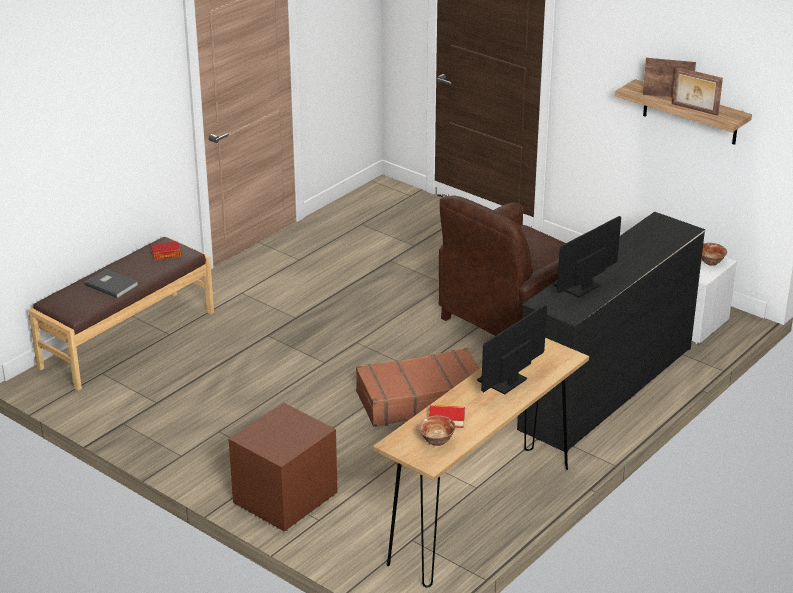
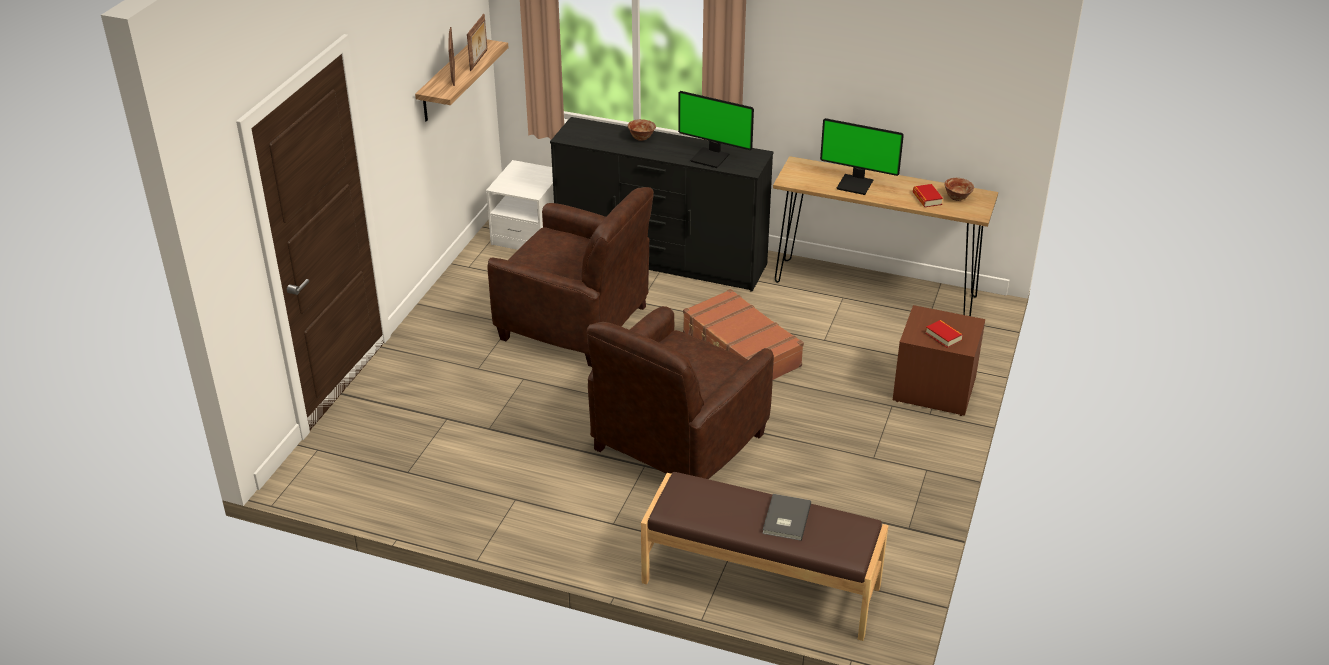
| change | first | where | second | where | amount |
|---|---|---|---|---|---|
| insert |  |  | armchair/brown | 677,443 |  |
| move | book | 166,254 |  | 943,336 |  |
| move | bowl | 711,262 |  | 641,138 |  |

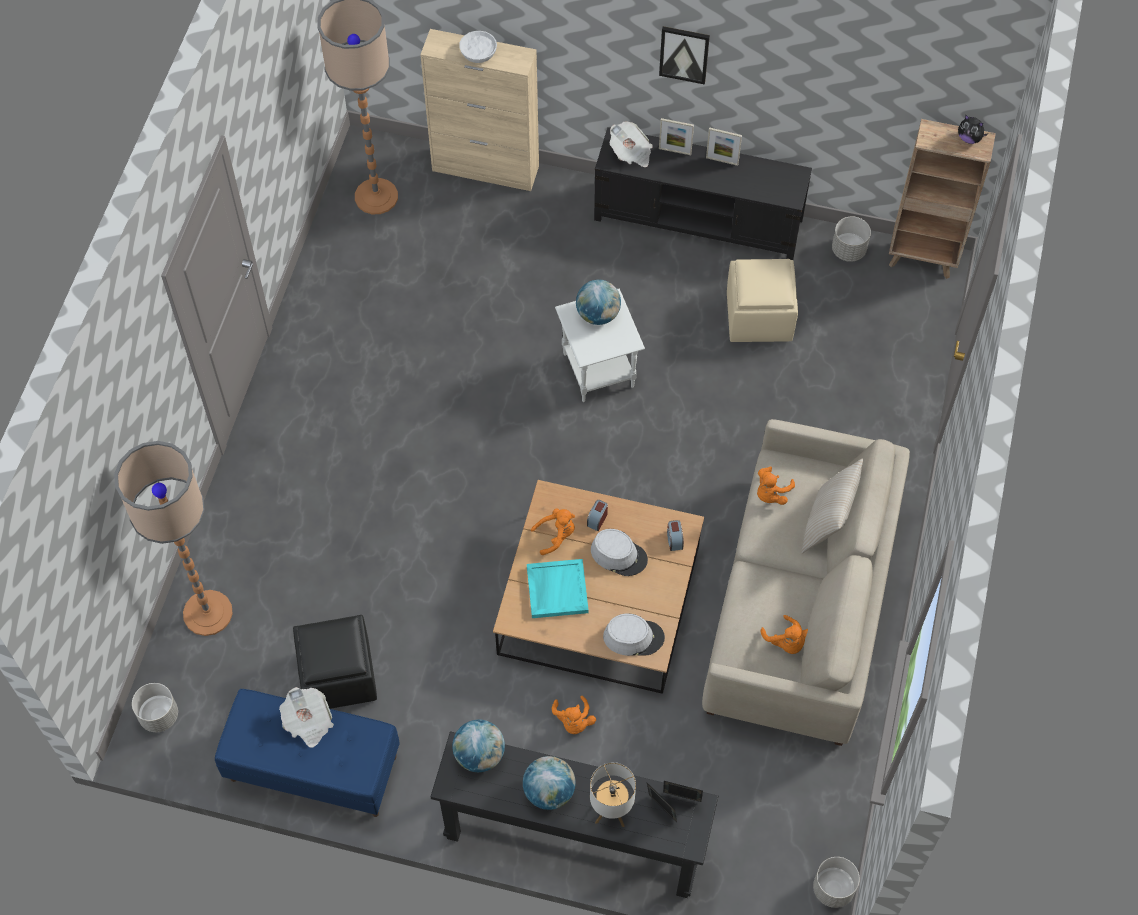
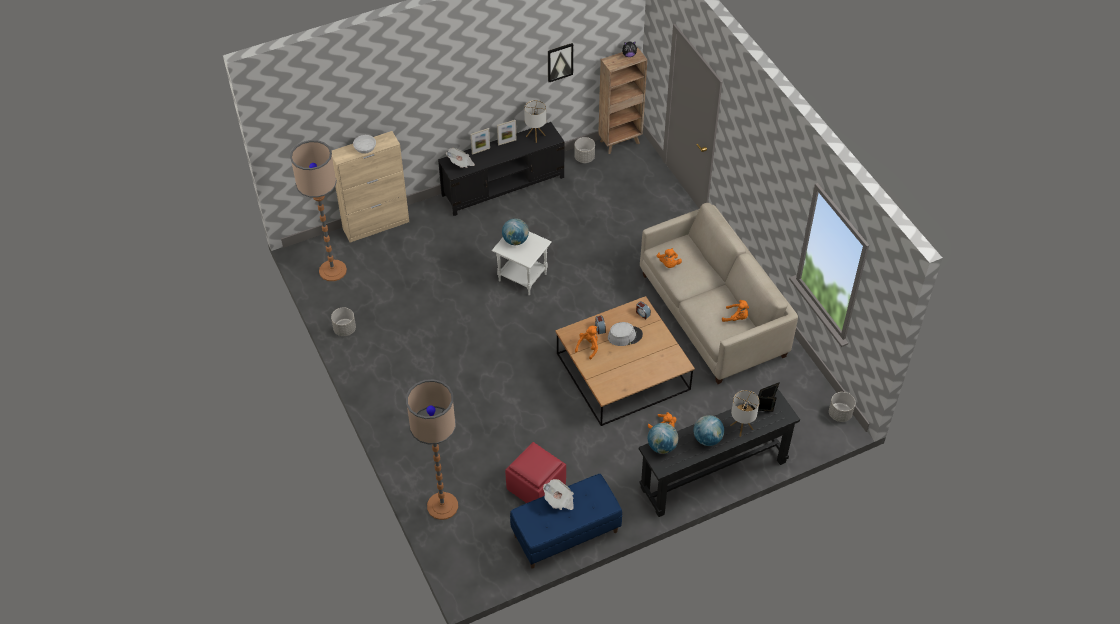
| change | first | where | second | where | amount |
|---|---|---|---|---|---|
| delete | tray/turquoise | 556,589 |  |  |  |
| delete | hat/grey | 633,637 |  |  |  |
| delete | ottoman/beige | 759,317 |  |  |  |
| delete | pillow/beige | 827,523 |  |  |  |
| insert |  |  | table lamp | 535,136 |  |
| move | planter/grey | 159,715 |  | 344,329 |  |
| move | picture | 684,54 |  | 560,62 |  |
| recolor | ottoman/black | 337,675 | ottoman/red | 535,487 |  |

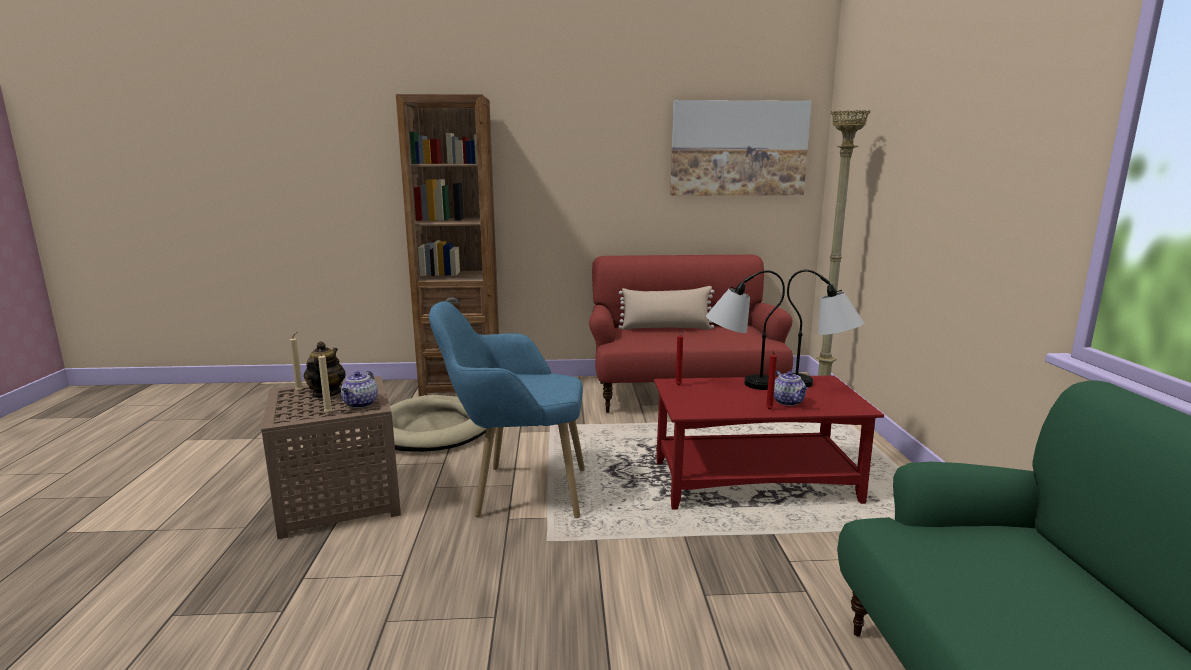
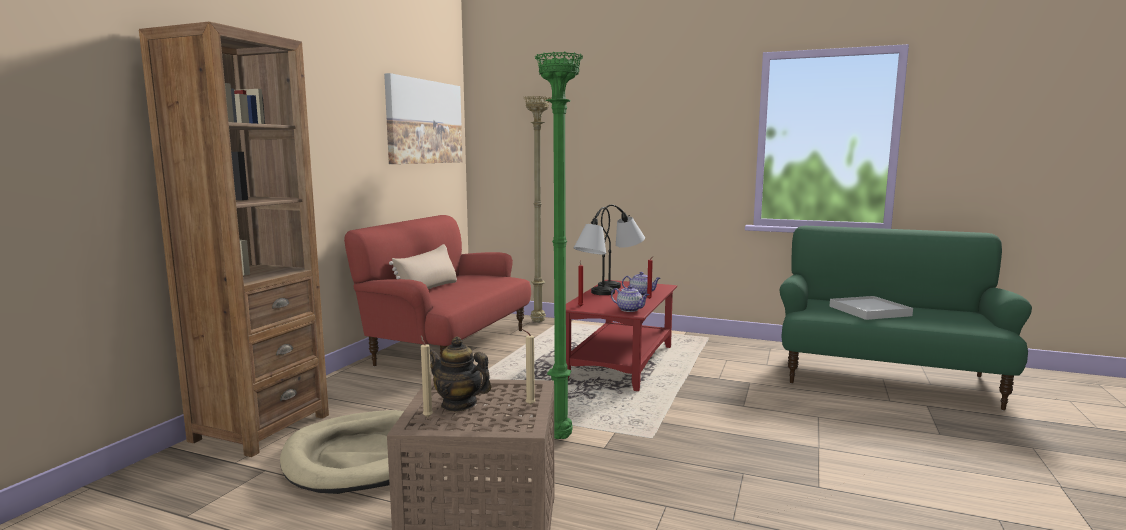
| change | first | where | second | where | amount |
|---|---|---|---|---|---|
| insert |  |  | tray/white | 869,311 |  |
| move | teapot | 360,404 |  | 630,310 |  |
| replace | armchair/blue | 515,491 | floor lamp/green | 558,438 |  |

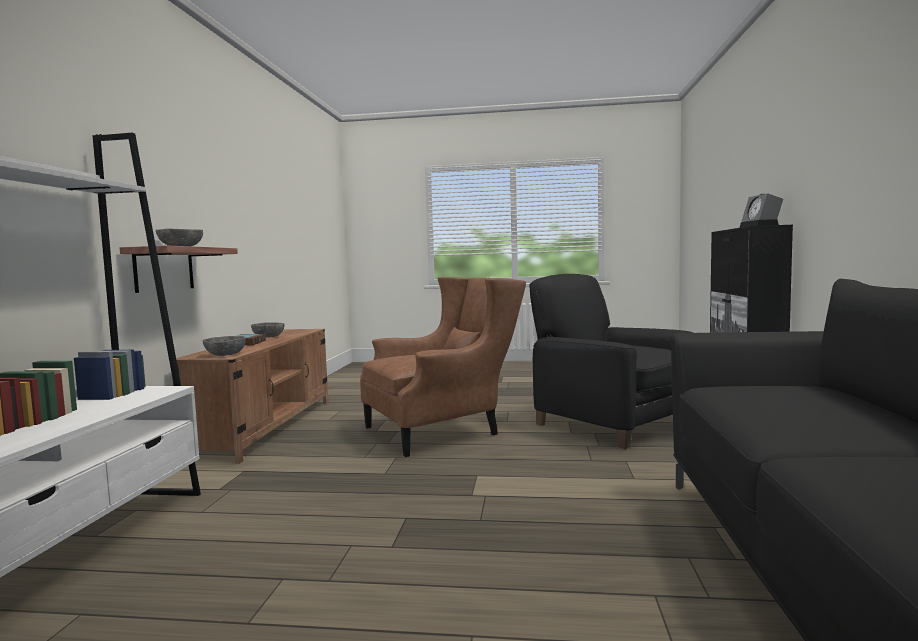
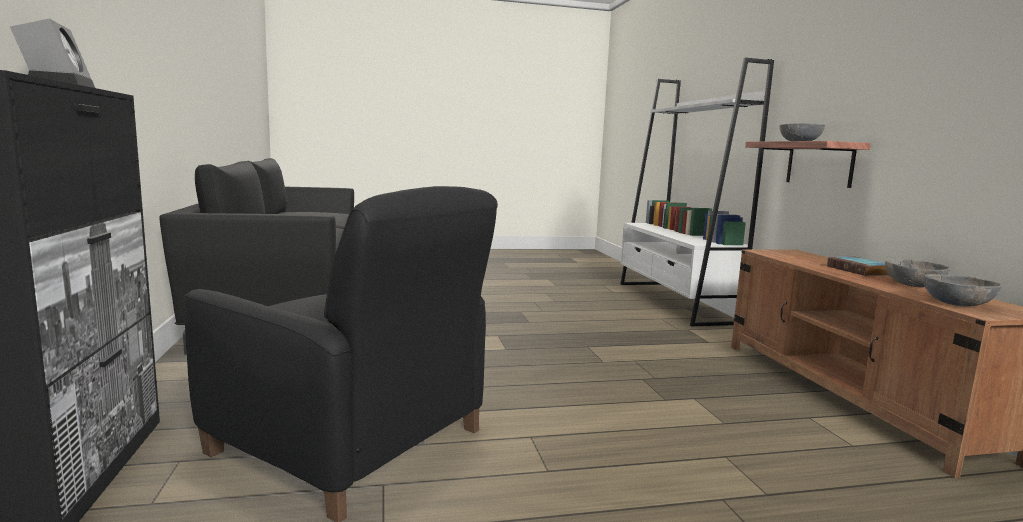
| change | first | where | second | where | amount |
|---|---|---|---|---|---|
| delete | armchair/brown | 443,430 |  |  |  |
| move | bowl/grey | 225,354 |  | 957,304 |  |

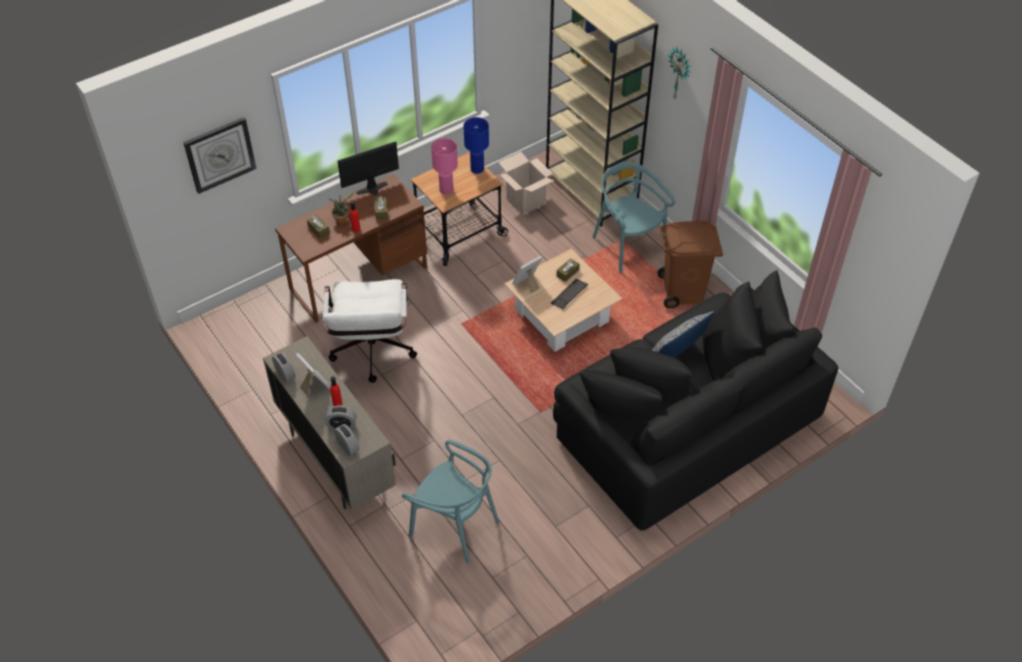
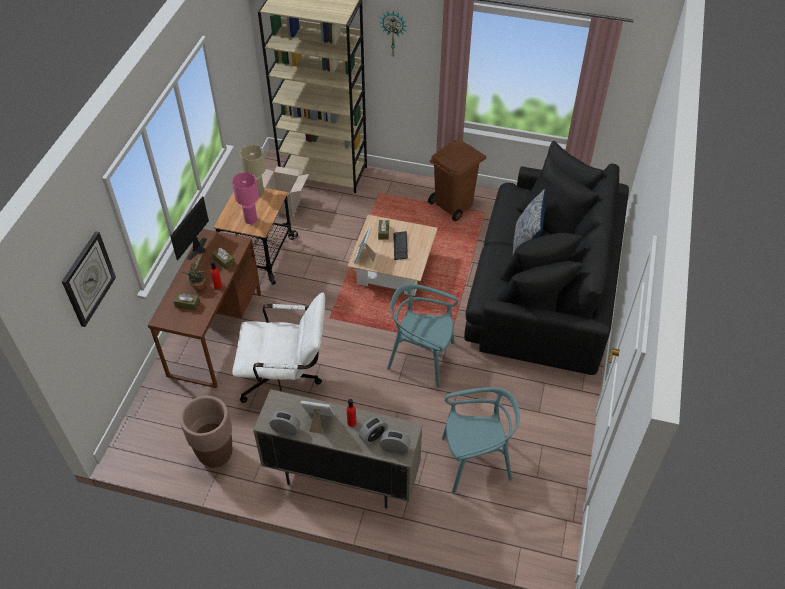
| change | first | where | second | where | amount |
|---|---|---|---|---|---|
| insert |  |  | planter/brown | 215,454 |  |
| move | chair/turquoise | 627,245 |  | 421,358 |  |
| recolor | table lamp/blue | 477,169 | table lamp/beige | 258,192 |  |
| rotate | office chair/white | 372,355 |  | 287,383 | 45 degrees counterclockwise |

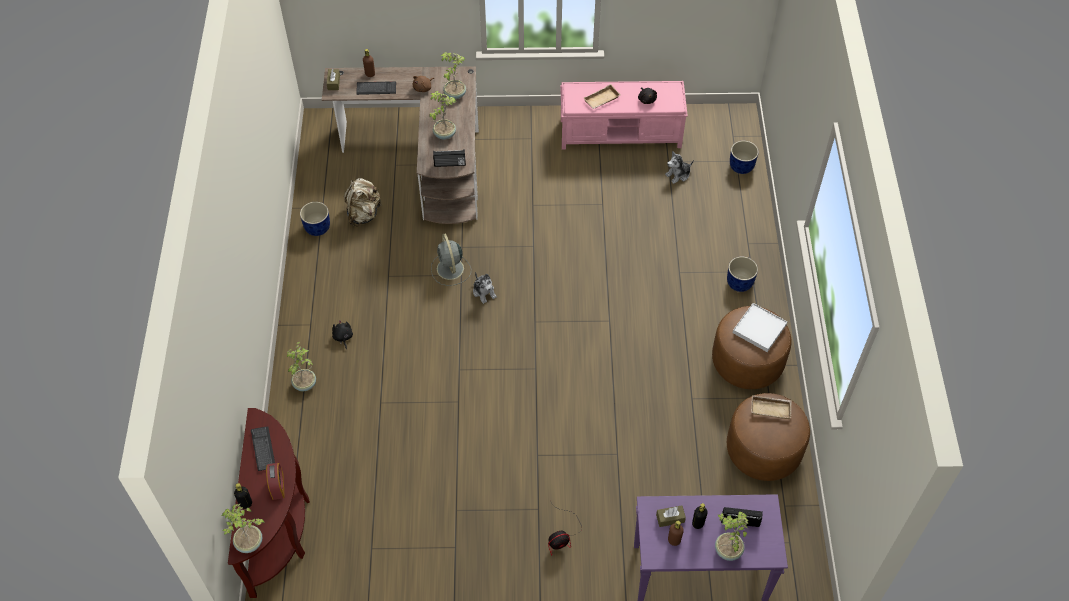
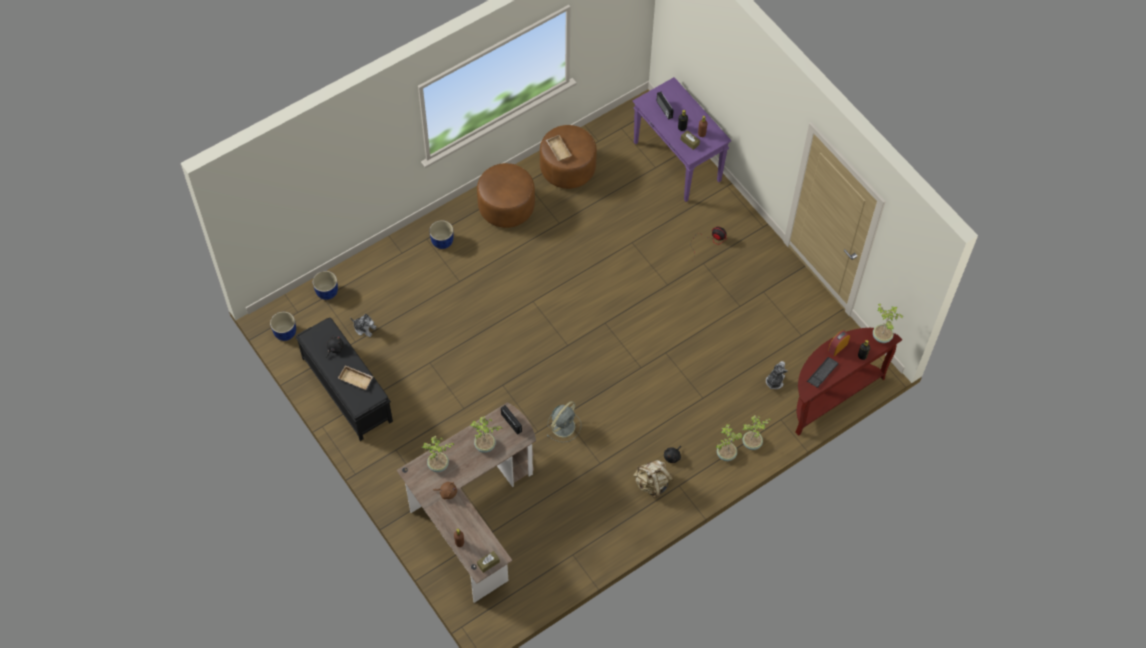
| change | first | where | second | where | amount |
|---|---|---|---|---|---|
| delete | keyboard | 376,89 |  |  |  |
| delete | tray/white | 759,328 |  |  |  |
| move | planter/blue | 317,227 |  | 285,333 |  |
| move | backpack/beige | 363,214 |  | 652,484 |  |
| move | plush toy | 484,292 |  | 774,381 |  |
| move | potted plant | 727,550 |  | 752,443 |  |
| recolor | bench/pink | 621,133 | bench/black | 346,389 |  |

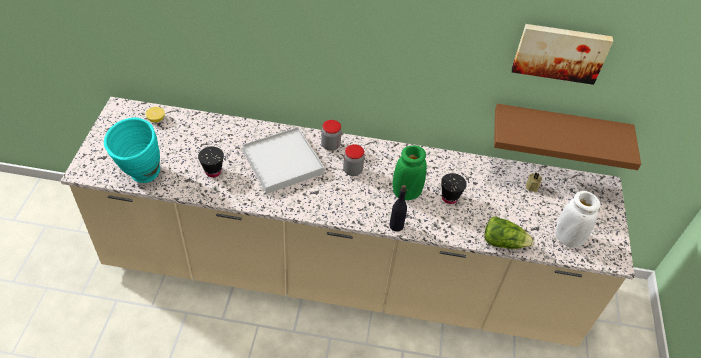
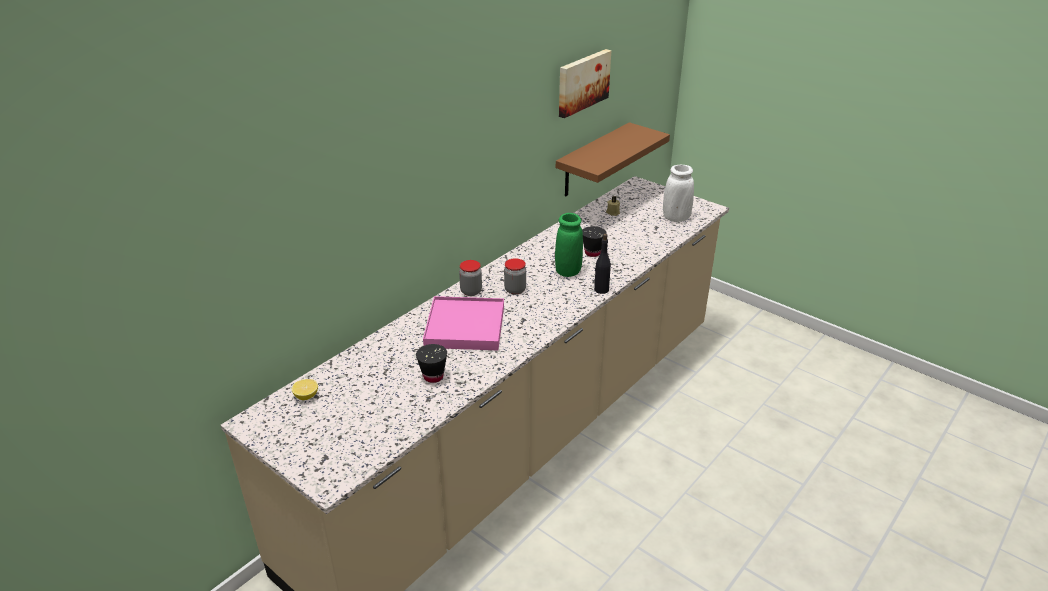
| change | first | where | second | where | amount |
|---|---|---|---|---|---|
| delete | vase/turquoise | 140,177 |  |  |  |
| delete | lettuce | 503,242 |  |  |  |
| recolor | tray/white | 283,162 | tray/pink | 465,326 |  |

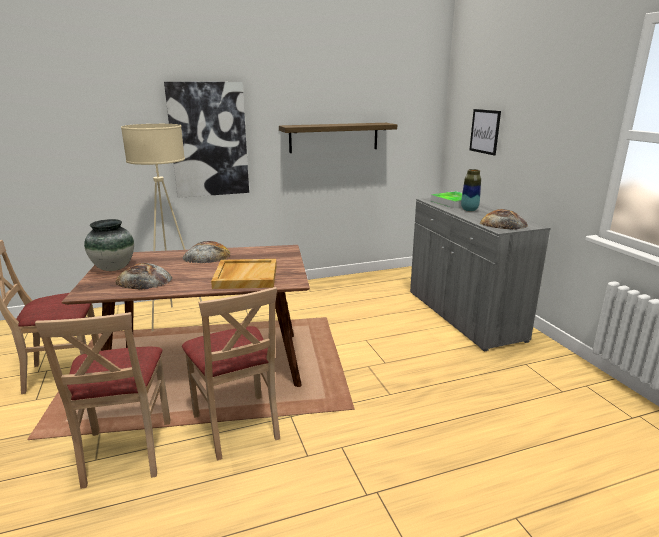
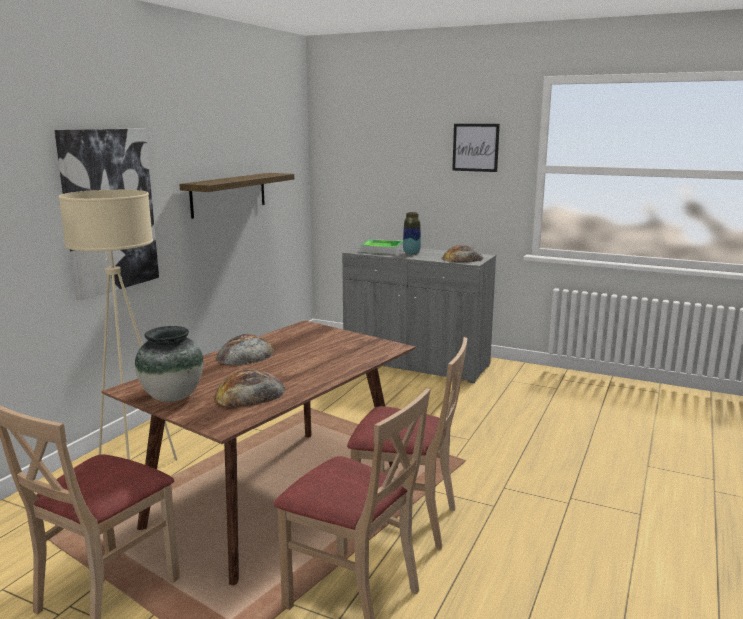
| change | first | where | second | where | amount |
|---|---|---|---|---|---|
| delete | tray/beige | 245,276 |  |  |  |
| move | picture | 485,131 |  | 475,147 |  |

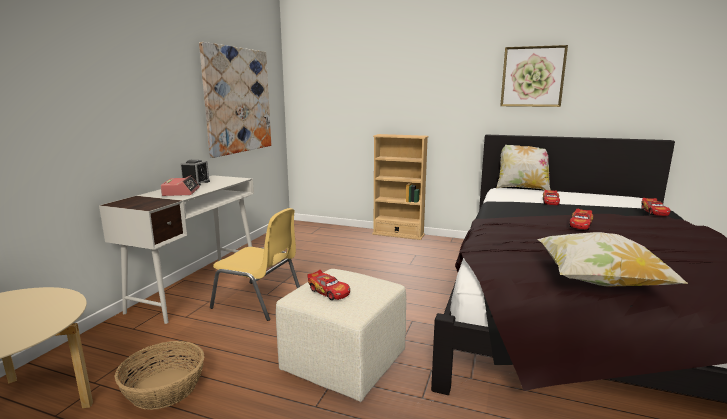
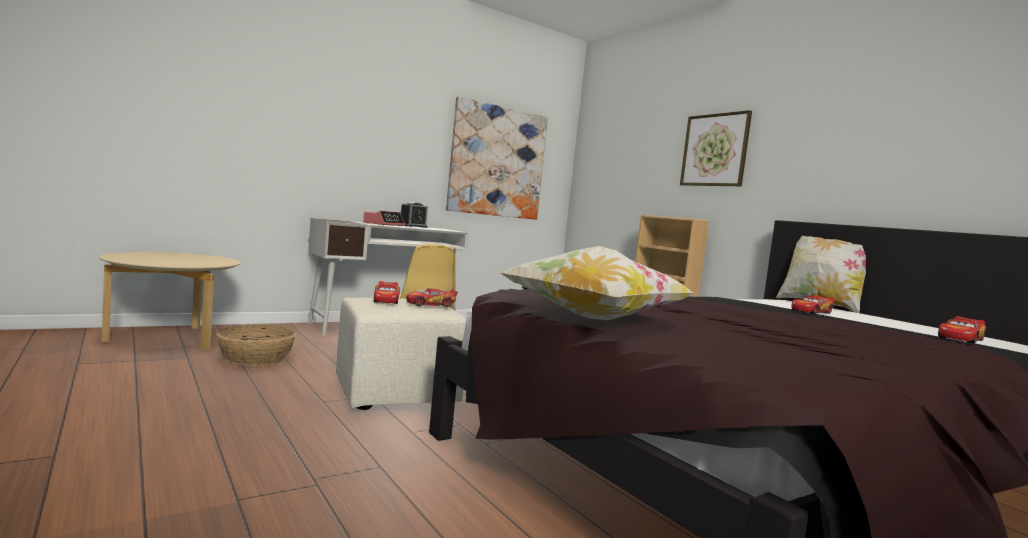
| change | first | where | second | where | amount |
|---|---|---|---|---|---|
| move | picture | 532,77 |  | 715,150 |  |
| move | toy car | 580,225 |  | 430,304 |  |

